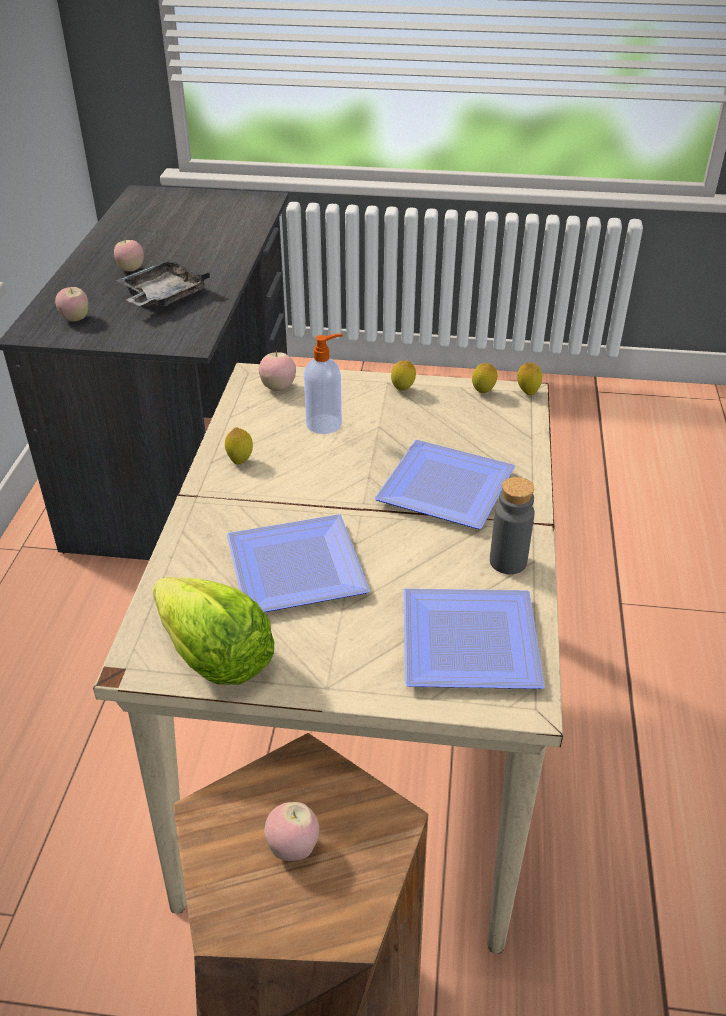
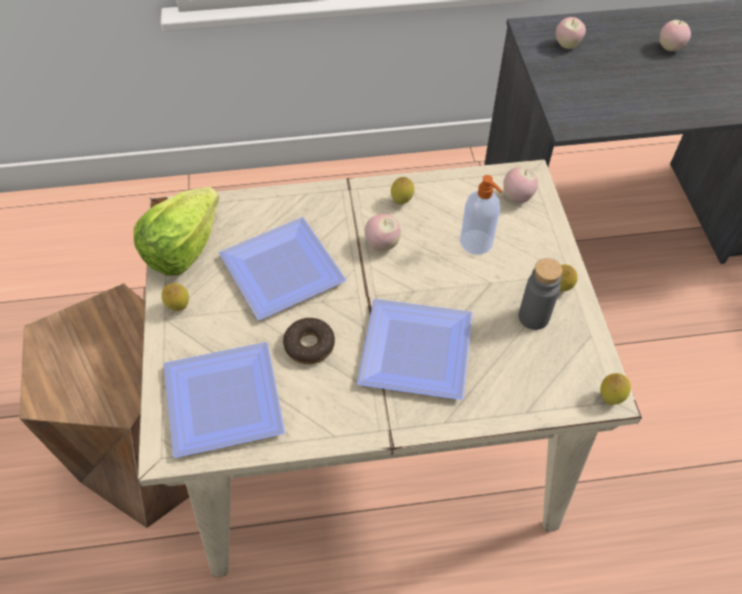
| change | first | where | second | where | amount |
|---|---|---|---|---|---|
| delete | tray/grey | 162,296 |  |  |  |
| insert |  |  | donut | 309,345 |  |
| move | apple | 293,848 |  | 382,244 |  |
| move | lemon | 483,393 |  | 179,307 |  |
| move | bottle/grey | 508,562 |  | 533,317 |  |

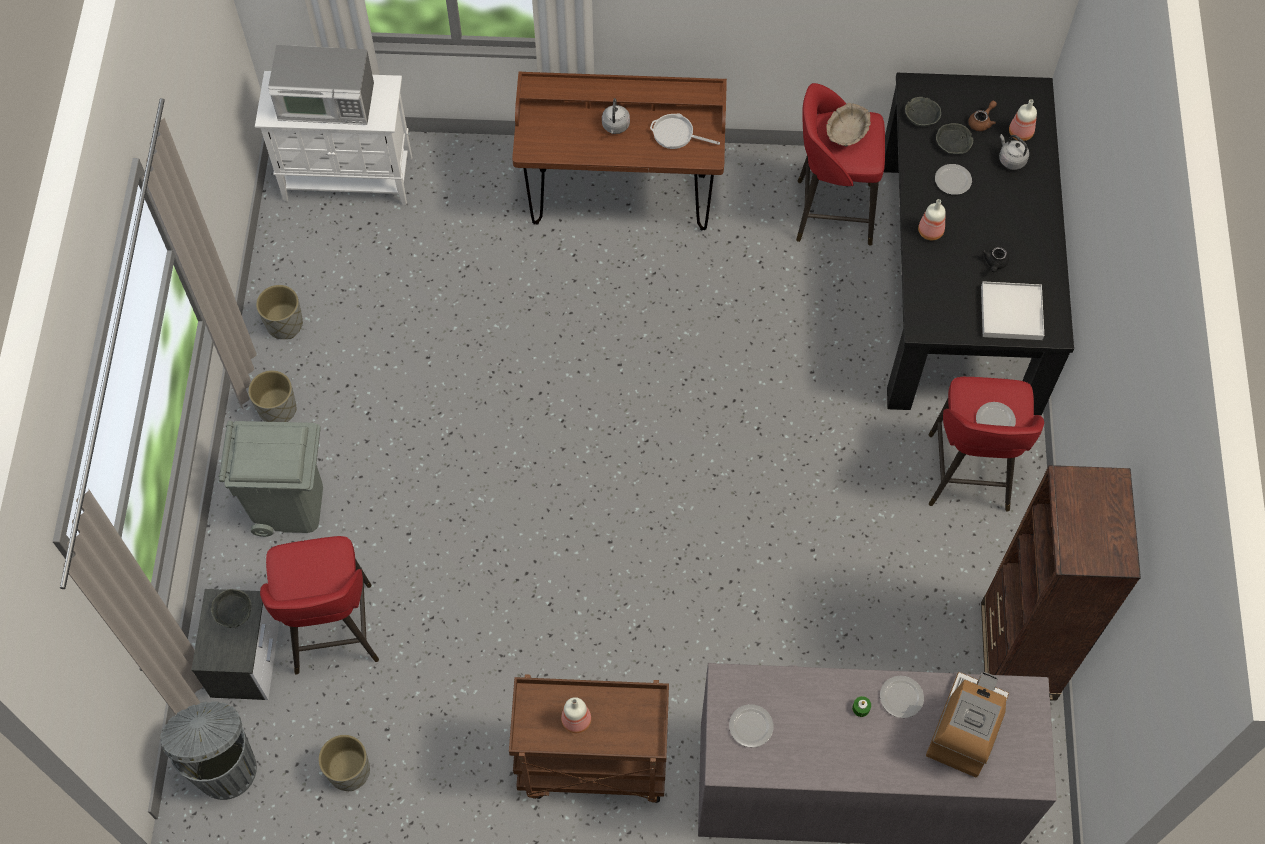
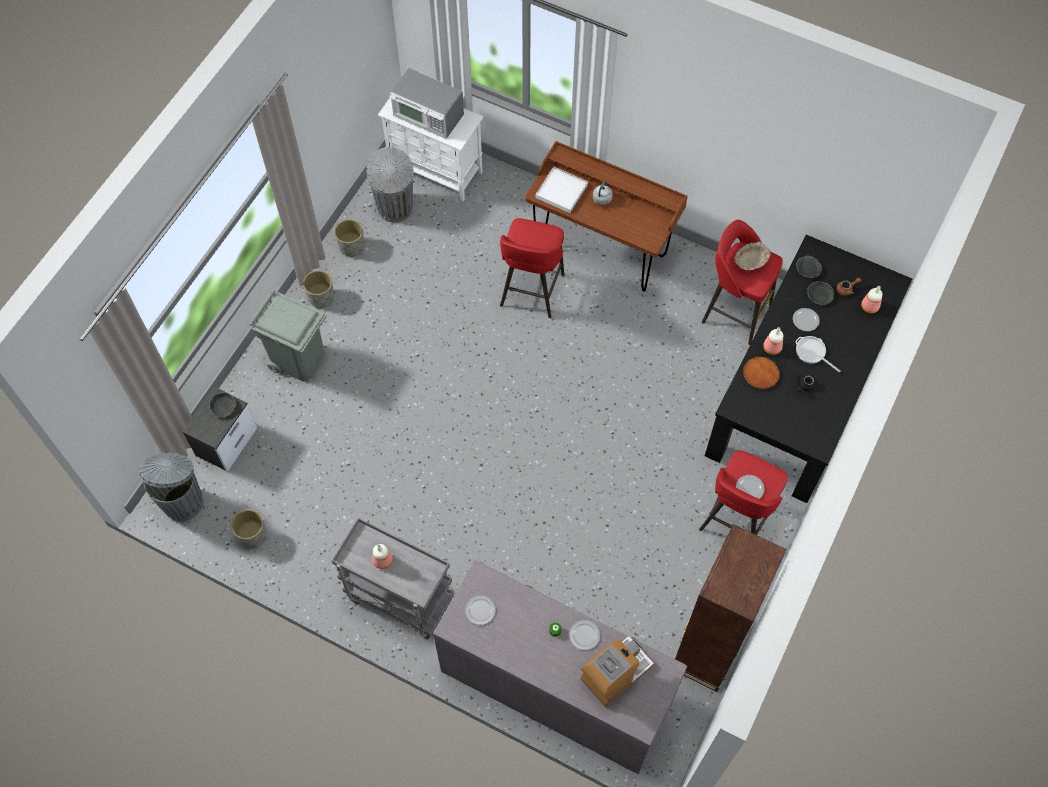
| change | first | where | second | where | amount |
|---|---|---|---|---|---|
| delete | kettle/grey | 1010,159 |  |  |  |
| insert |  |  | trash can/grey | 395,208 |  |
| insert |  |  | plate/brown | 760,374 |  |
| move | stool/red | 333,632 |  | 531,292 |  |
| move | frying pan | 676,134 |  | 812,352 |  |
| move | tray/white | 1011,312 |  | 561,191 |  |
| recolor | cart/brown | 591,765 | cart/grey | 398,598 |  |

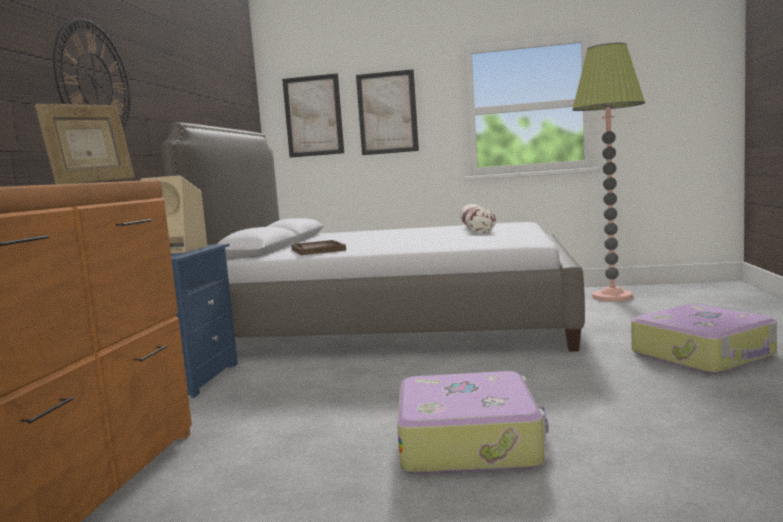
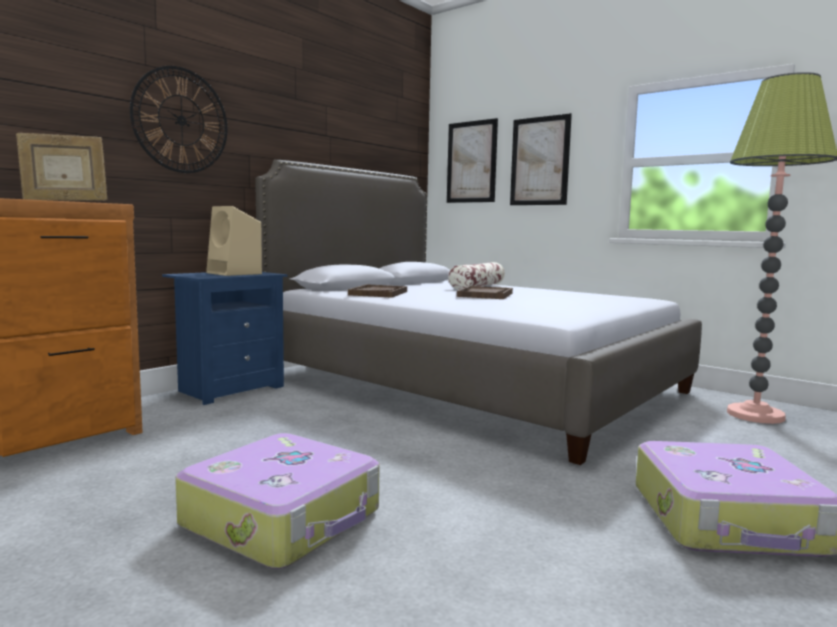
| change | first | where | second | where | amount |
|---|---|---|---|---|---|
| insert |  |  | tray/brown | 485,295 |  |
| move | pillow | 477,229 |  | 477,286 |  |

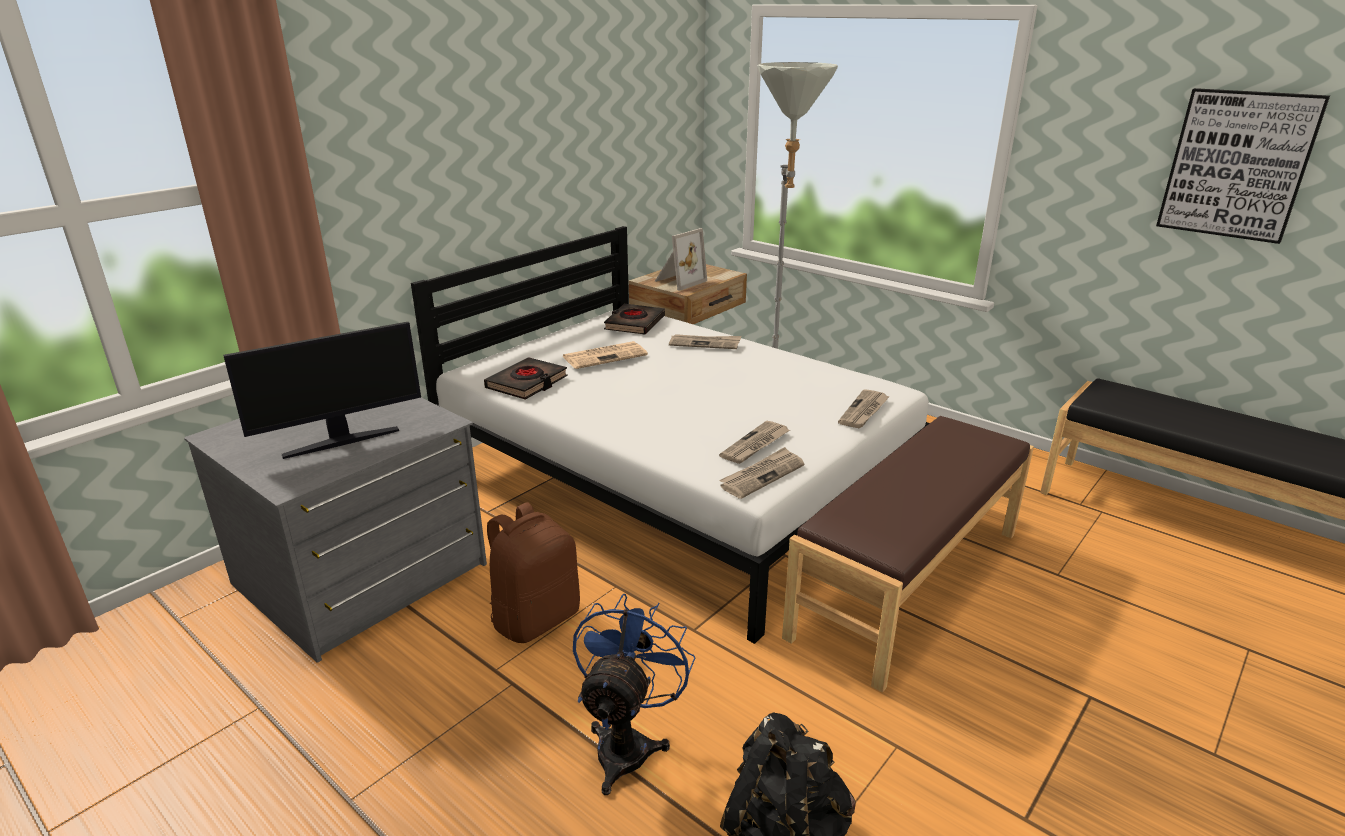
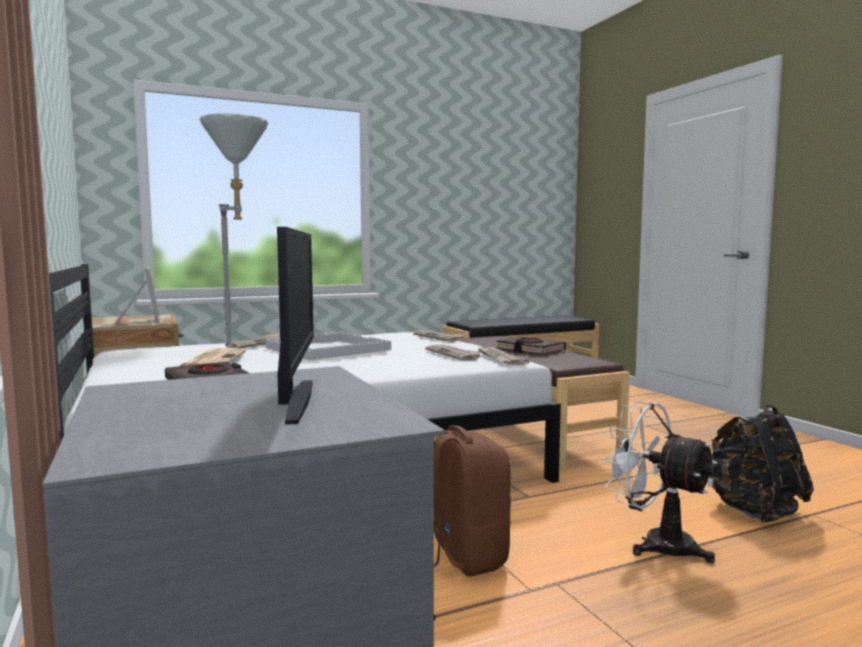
| change | first | where | second | where | amount |
|---|---|---|---|---|---|
| delete | picture | 1237,165 |  |  |  |
| insert |  |  | tray/white | 326,349 |  |
| move | book/black | 634,323 |  | 530,350 |  |
| recolor | fan/blue | 628,743 | fan/white | 656,543 |  |

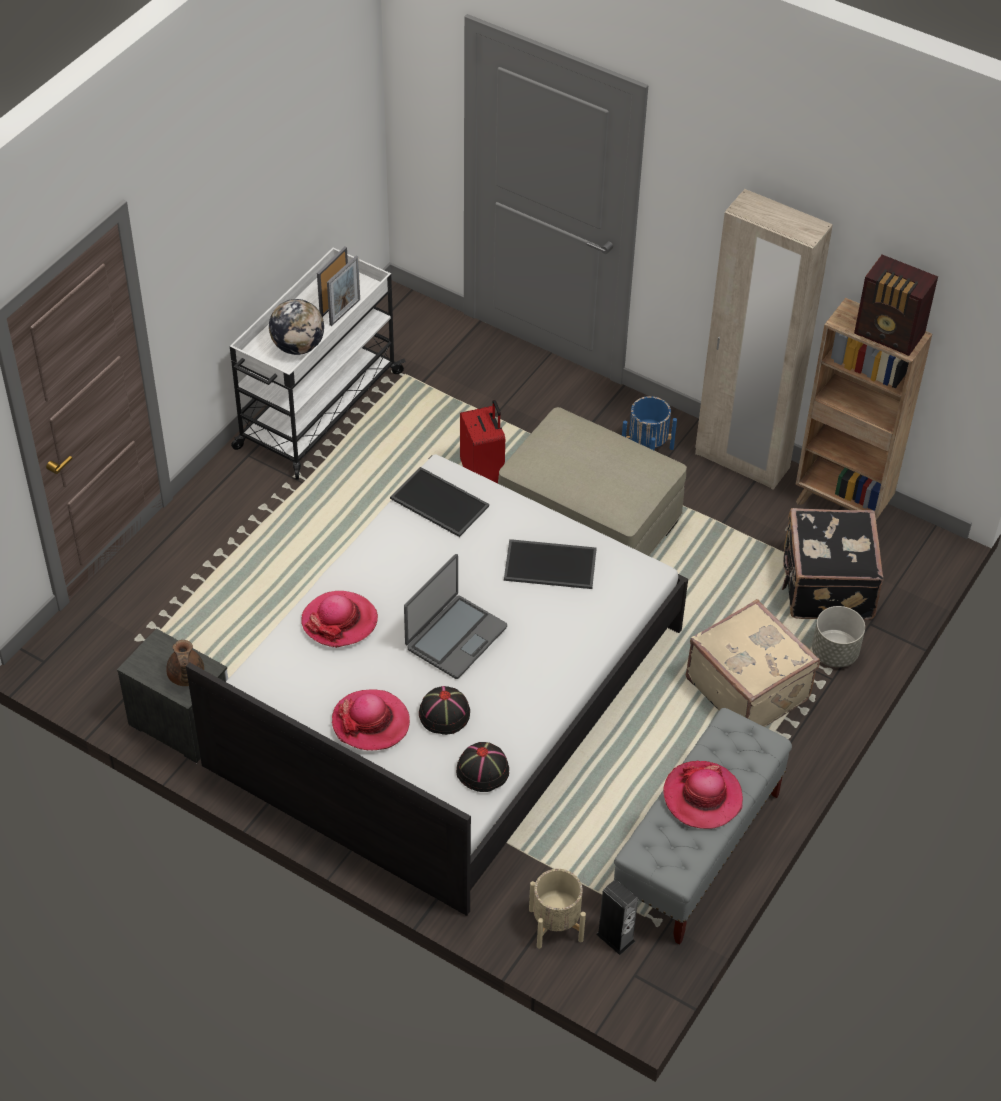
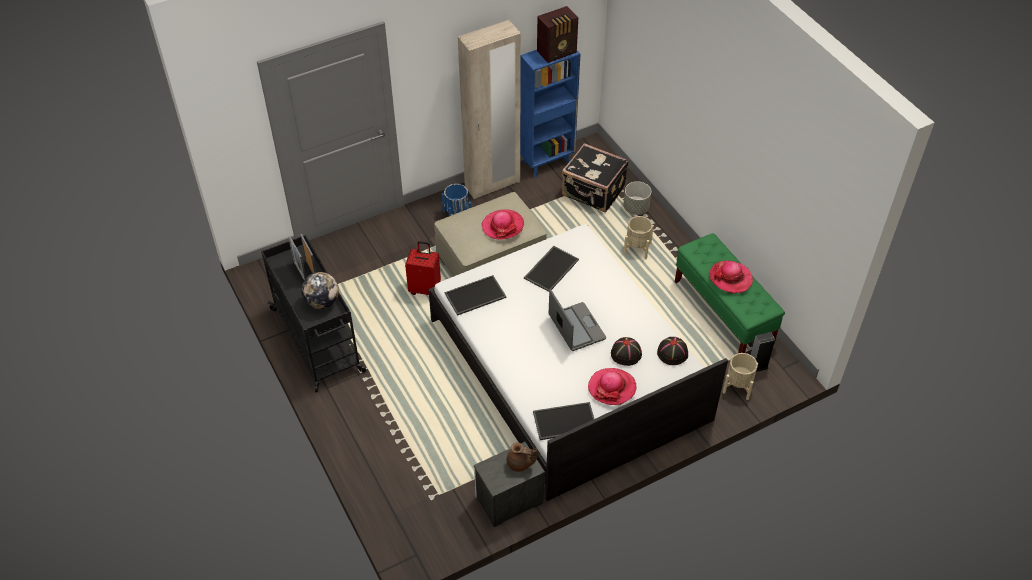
| change | first | where | second | where | amount |
|---|---|---|---|---|---|
| insert |  |  | tray | 564,422 |  |
| move | hat | 339,621 |  | 503,226 |  |
| replace | suitcase/beige | 748,688 | planter/beige | 637,248 |  |
| recolor | cart/white | 317,411 | cart/black | 318,341 |  |
| recolor | bench/grey | 697,851 | bench/green | 723,312 |  |
| recolor | bookcase/brown | 842,505 | bookcase/blue | 547,163 |  |

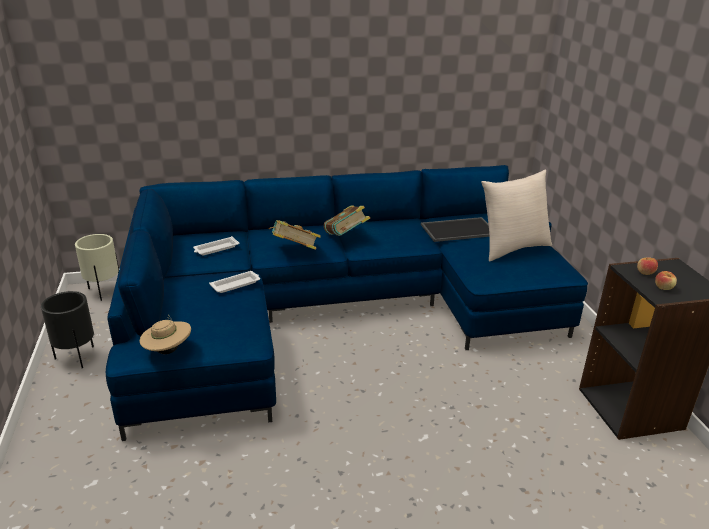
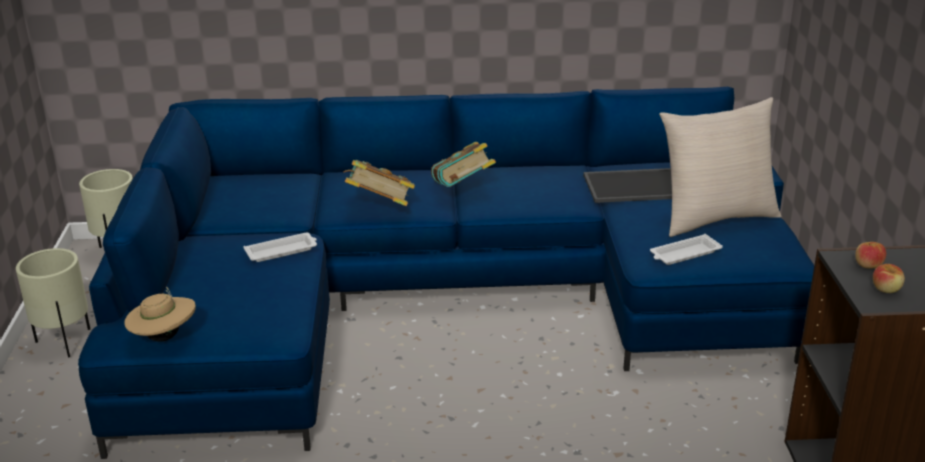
| change | first | where | second | where | amount |
|---|---|---|---|---|---|
| move | tray/white | 215,249 |  | 684,254 |  |
| recolor | planter/black | 77,358 | planter/beige | 65,343 |  |

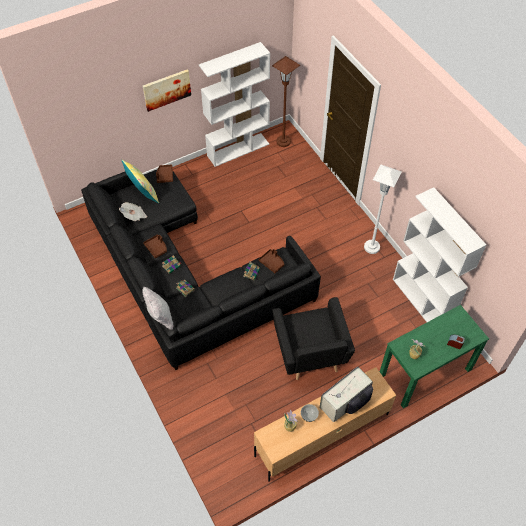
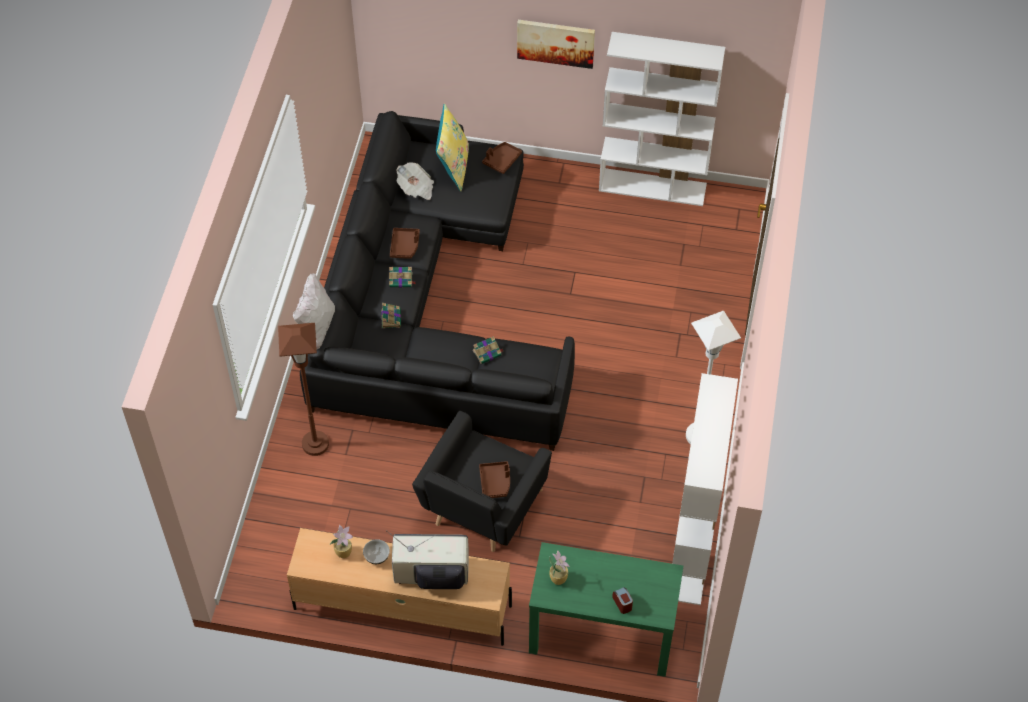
| change | first | where | second | where | amount |
|---|---|---|---|---|---|
| move | tray/brown | 272,263 |  | 495,482 |  |
| move | floor lamp/brown | 283,142 |  | 315,444 |  |

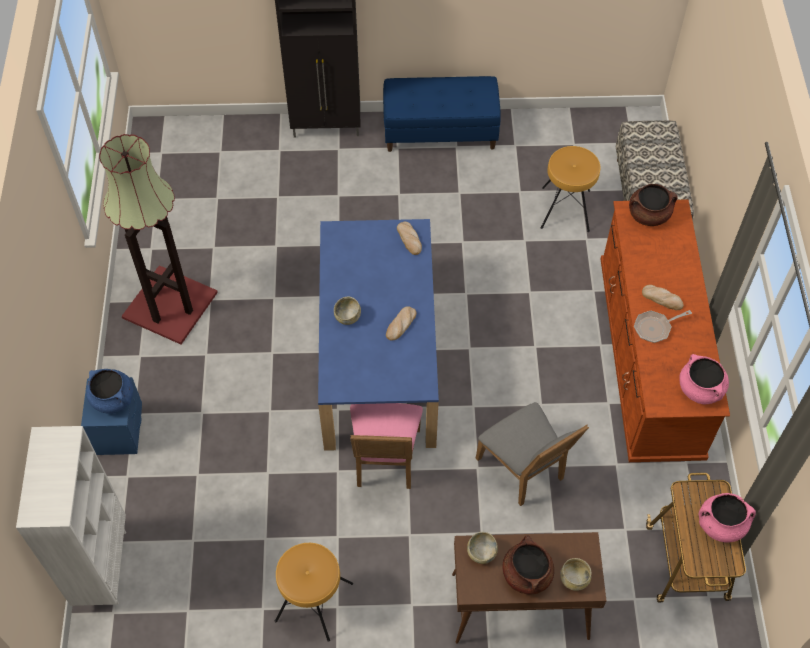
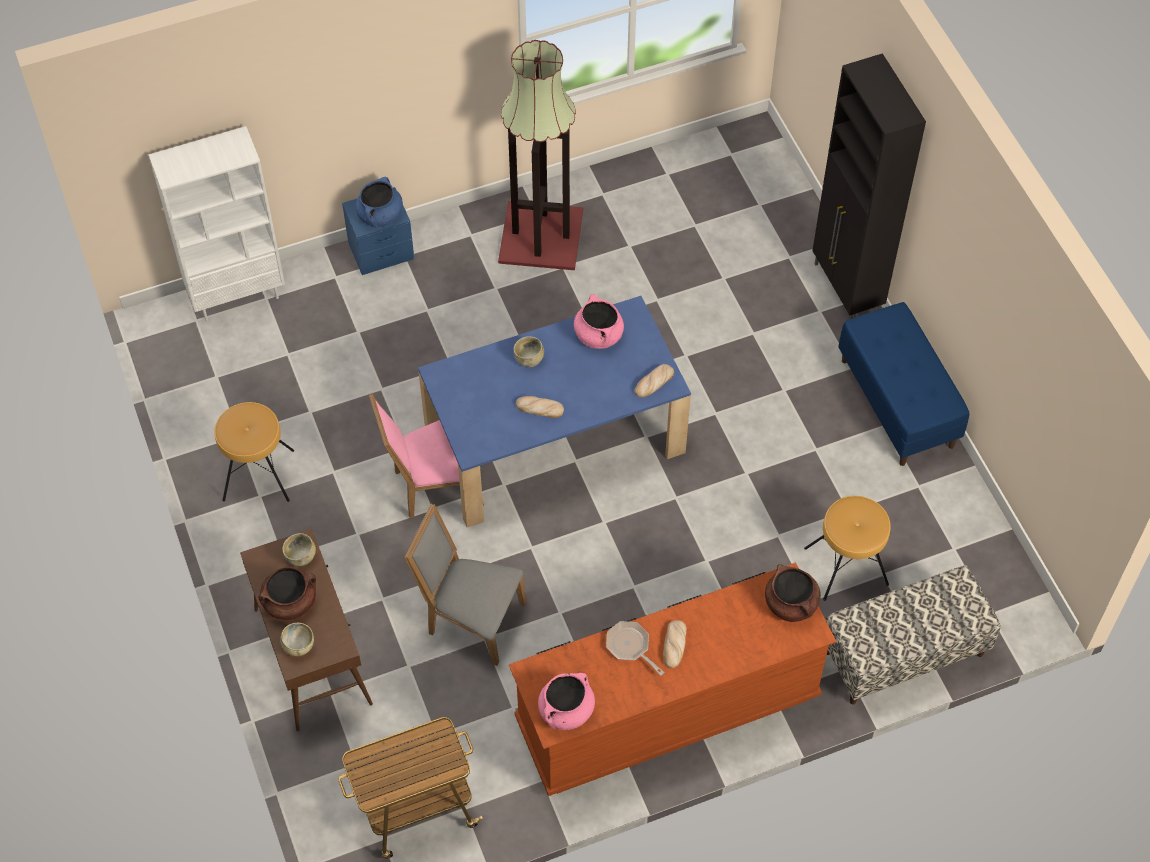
| change | first | where | second | where | amount |
|---|---|---|---|---|---|
| move | cooking pot/pink | 721,525 |  | 598,335 |  |
| rotate | chair/grey | 524,470 |  | 471,619 | 75 degrees clockwise |

